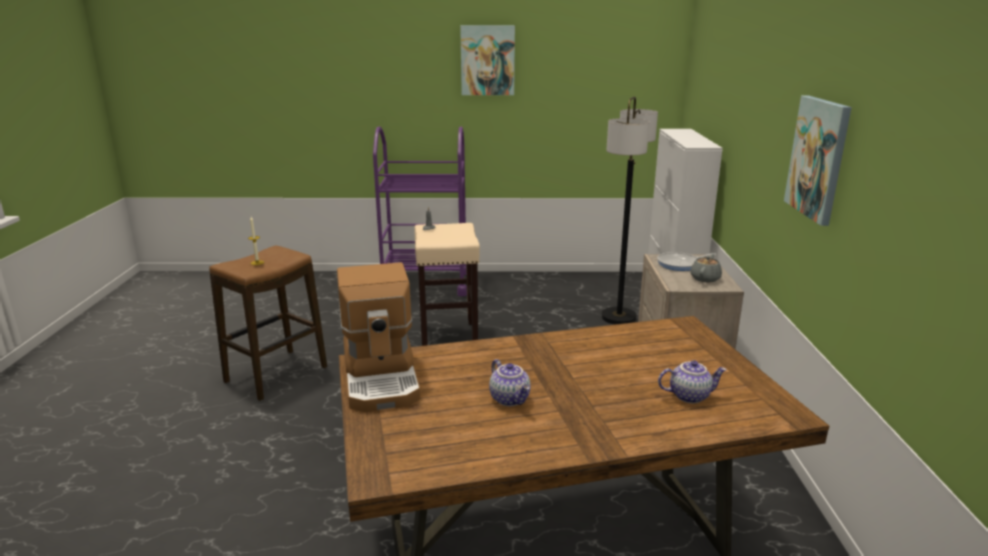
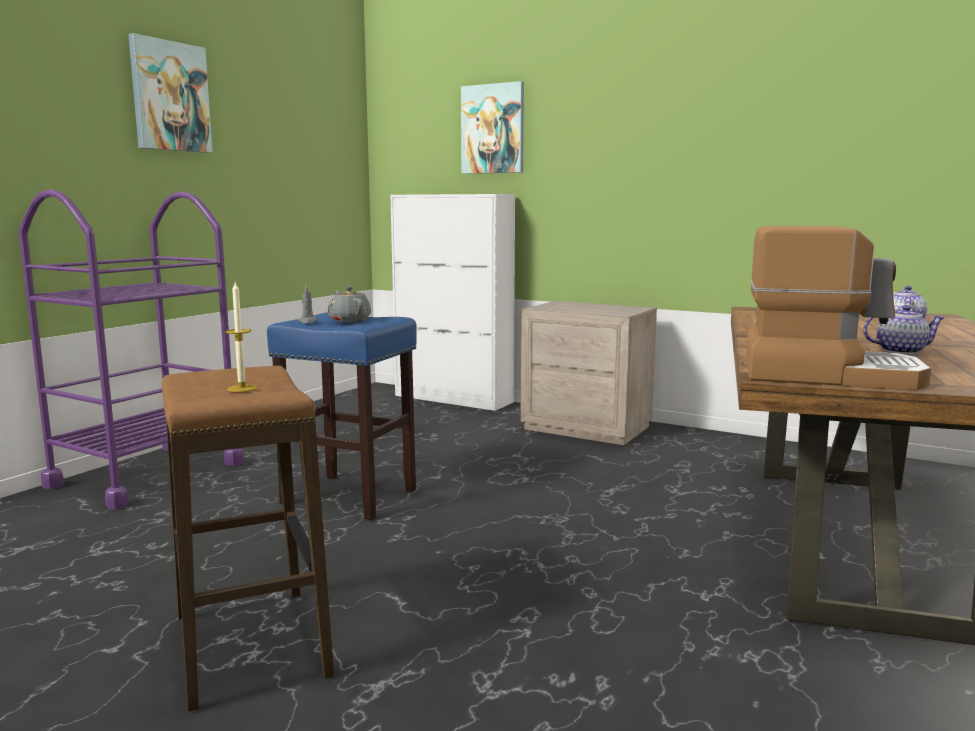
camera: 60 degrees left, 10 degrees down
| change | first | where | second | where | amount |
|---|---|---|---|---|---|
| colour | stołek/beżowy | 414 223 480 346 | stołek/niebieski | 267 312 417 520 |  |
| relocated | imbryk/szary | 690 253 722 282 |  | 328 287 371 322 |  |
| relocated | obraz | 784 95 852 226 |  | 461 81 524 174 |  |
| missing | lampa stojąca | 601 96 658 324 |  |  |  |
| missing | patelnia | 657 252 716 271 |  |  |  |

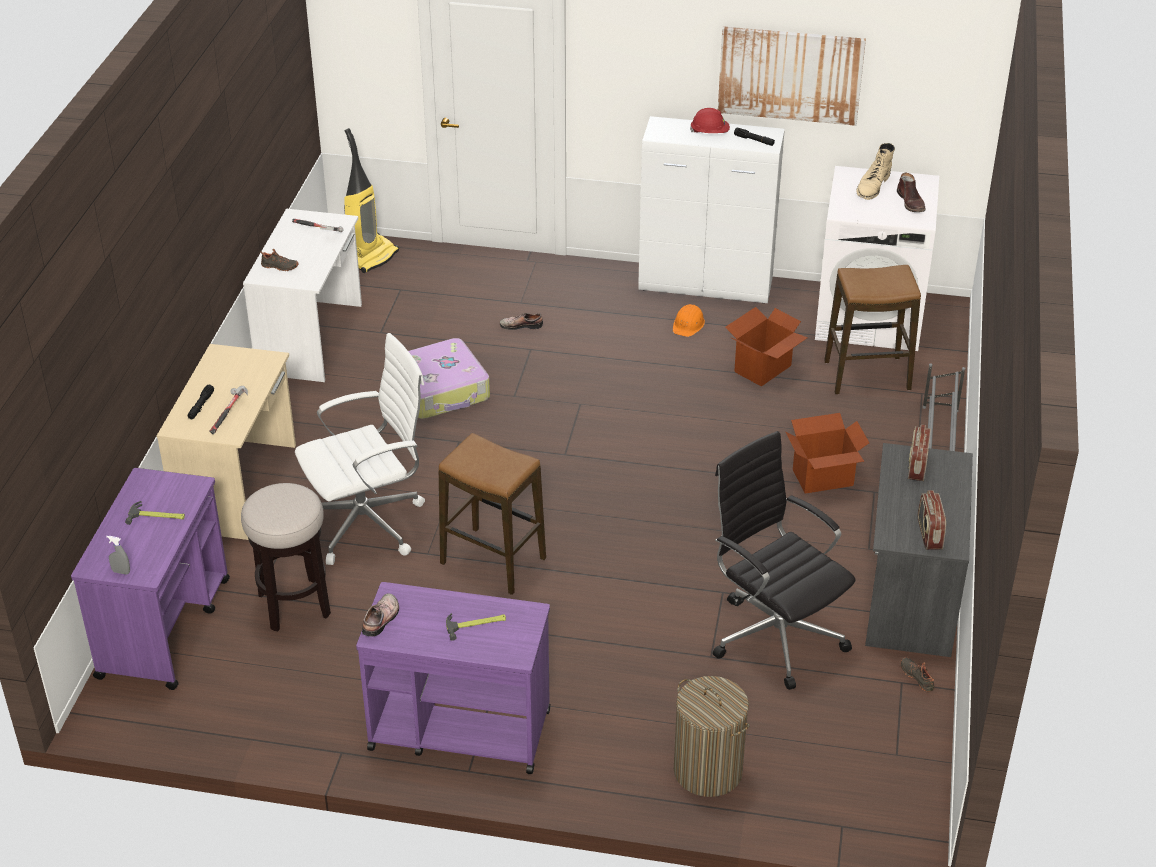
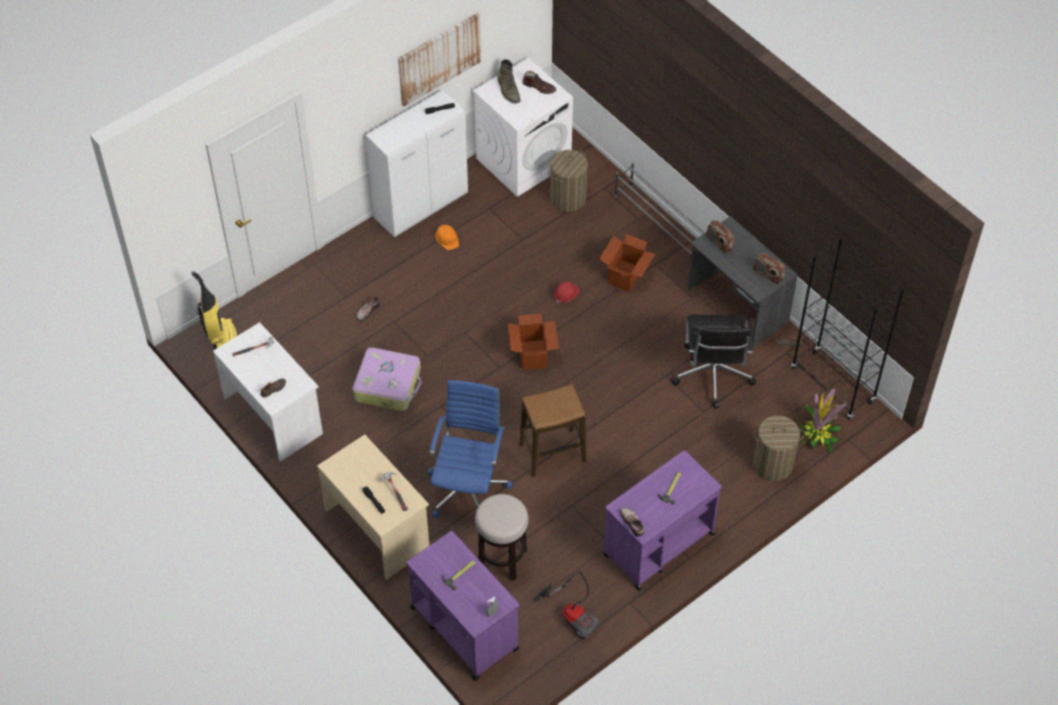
camera: 50 degrees left, 15 degrees up
| change | first | where | second | where | amount |
|---|---|---|---|---|---|
| colour | krzesło biurowe/biały | 295 333 425 565 | krzesło biurowe/niebieski | 427 380 513 518 |  |
| colour | but z cholewką/beżowy | 856 143 895 200 | but z cholewką/zielony | 497 59 521 104 |  |
| relocated | karton | 725 307 808 386 |  | 507 314 559 370 |  |
| appeared |  |  | odkurzacz | 533 571 600 640 |  |
| exchanged | stołek | 824 265 921 394 | kosz na pranie | 550 150 588 212 |  |
| relocated | kask/czerwony | 690 108 730 133 |  | 554 282 580 304 |  |
| spun | krzesło biurowe/czarny | 713 431 856 690 |  | 672 314 756 409 | 90 degrees counterclockwise |
| appeared |  |  | regał/czarny | 792 238 904 420 |  |
| appeared |  |  | roślina doniczkowa | 796 388 847 453 |  |

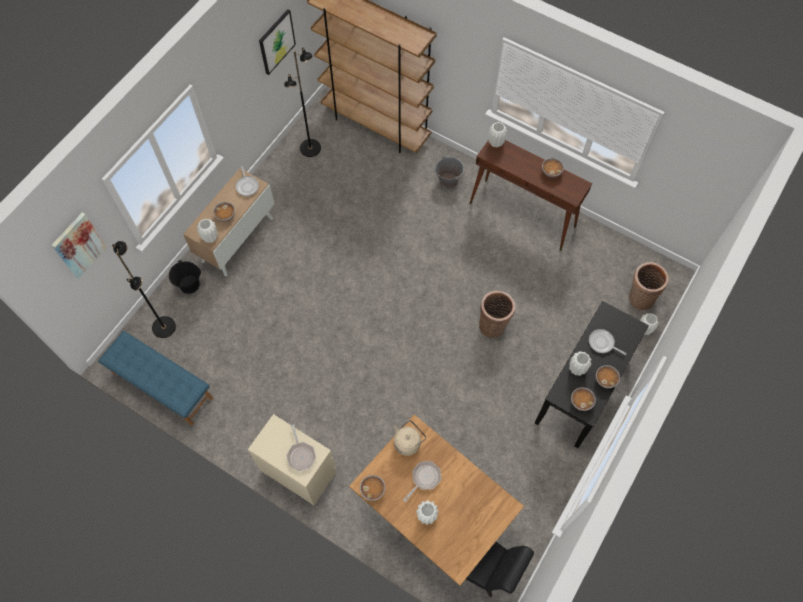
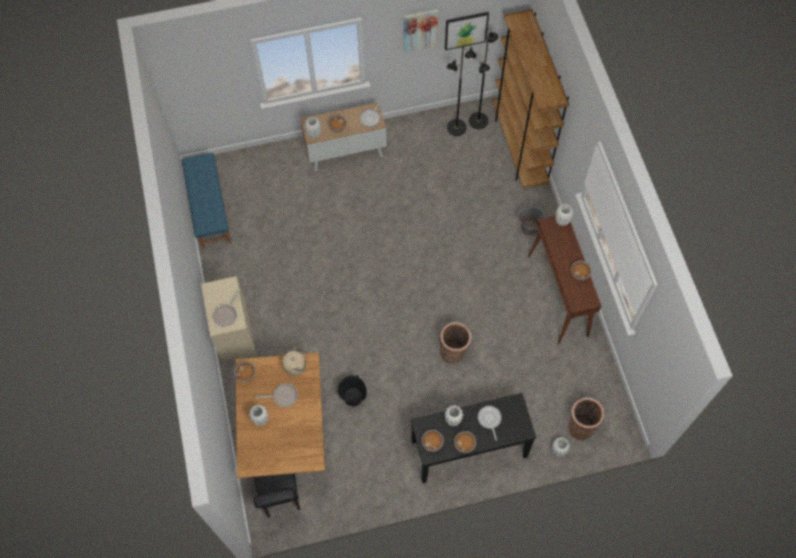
camera: 45 degrees right, 0 degrees up
| change | first | where | second | where | amount |
|---|---|---|---|---|---|
| relocated | wiadro/czarny | 169 260 201 294 |  | 337 375 367 406 |  |
| relocated | obraz | 51 212 107 279 |  | 404 9 438 53 |  |
| relocated | lampa stojąca/czarny | 112 241 176 338 |  | 469 31 498 129 |  |

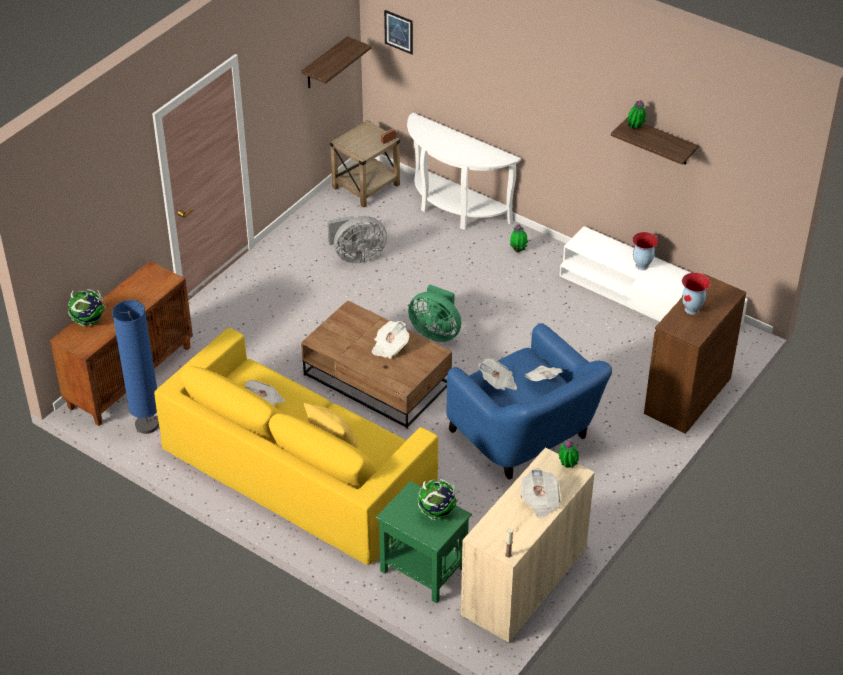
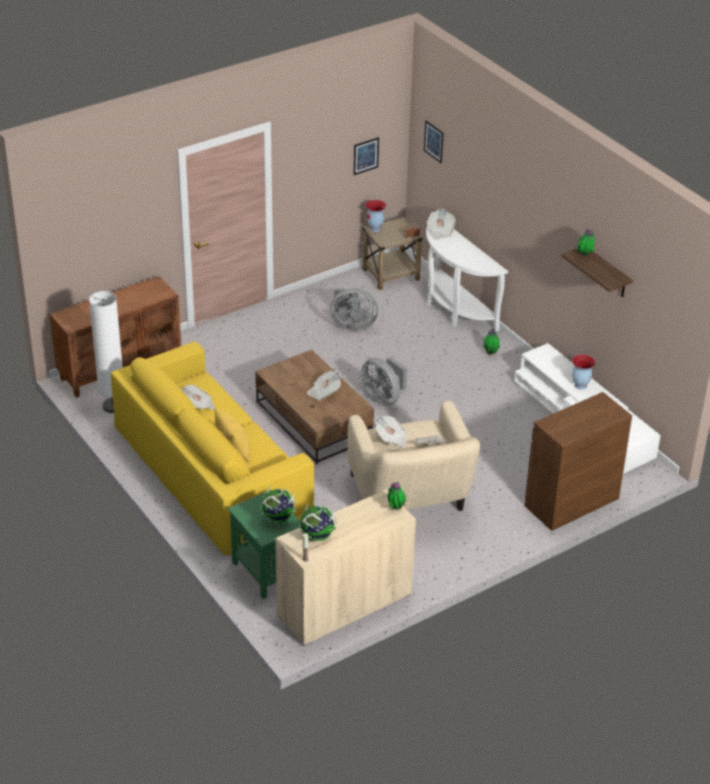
camera: 20 degrees right, 5 degrees down
| change | first | where | second | where | amount |
|---|---|---|---|---|---|
| colour | lampa stojąca/niebieski | 112 300 159 434 | lampa stojąca/biały | 89 291 123 413 |  |
| relocated | globus | 68 289 106 326 |  | 299 503 337 541 |  |
| colour | fotel/niebieski | 447 323 612 480 | fotel/beżowy | 348 401 480 511 |  |
| exchanged | półka | 301 36 371 88 | obraz | 353 137 379 175 |  |
| colour | wentylator/zielony | 408 285 461 342 | wentylator/szary | 361 356 407 406 |  |
| relocated | wazon | 682 273 710 315 |  | 365 200 386 232 |  |
| relocated | gazeta | 520 468 561 519 |  | 427 209 456 240 |  |

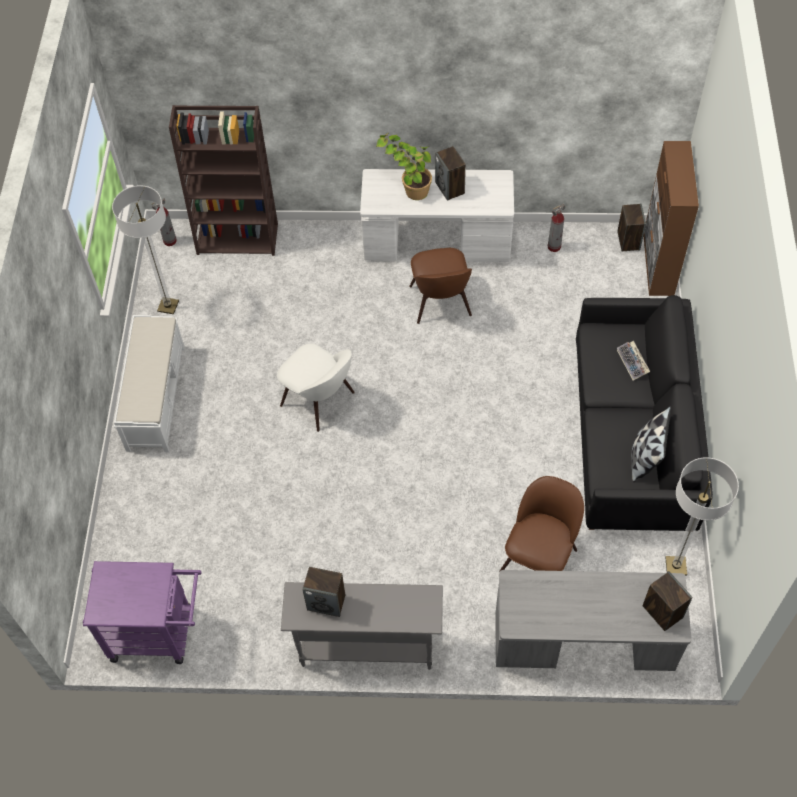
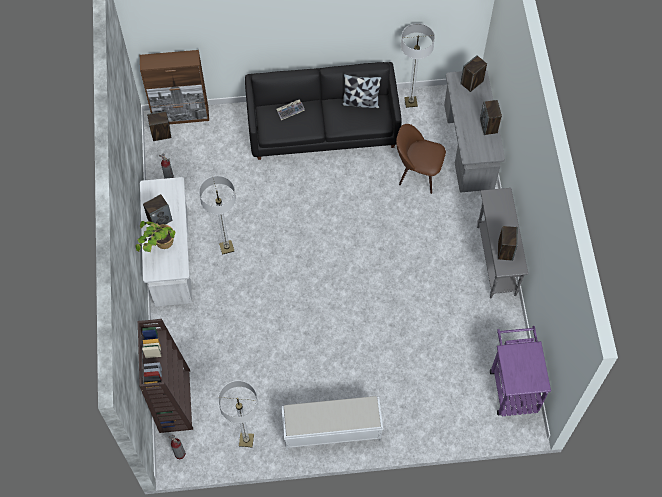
camera: 100 degrees left, 5 degrees up
| change | first | where | second | where | amount |
|---|---|---|---|---|---|
| exchanged | krzesło/brązowy | 409 248 472 324 | lampa stojąca | 199 176 236 255 |  |
| appeared |  |  | głośnik | 480 100 502 135 |  |
| missing | krzesło/biały | 277 343 355 432 |  |  |  |

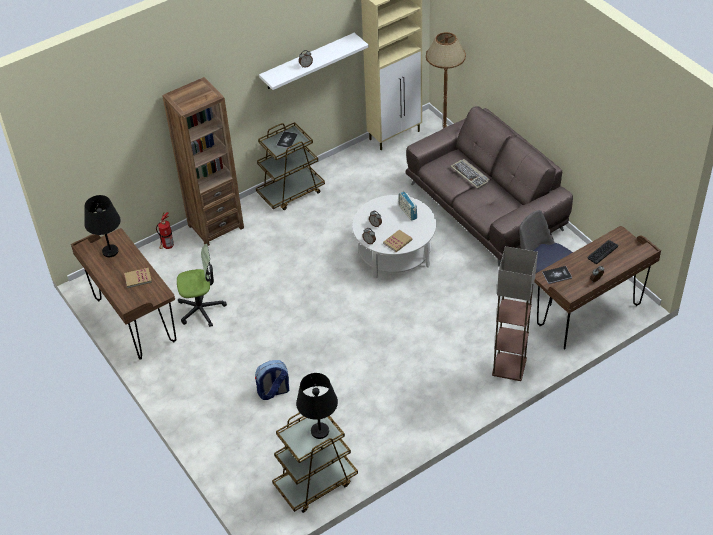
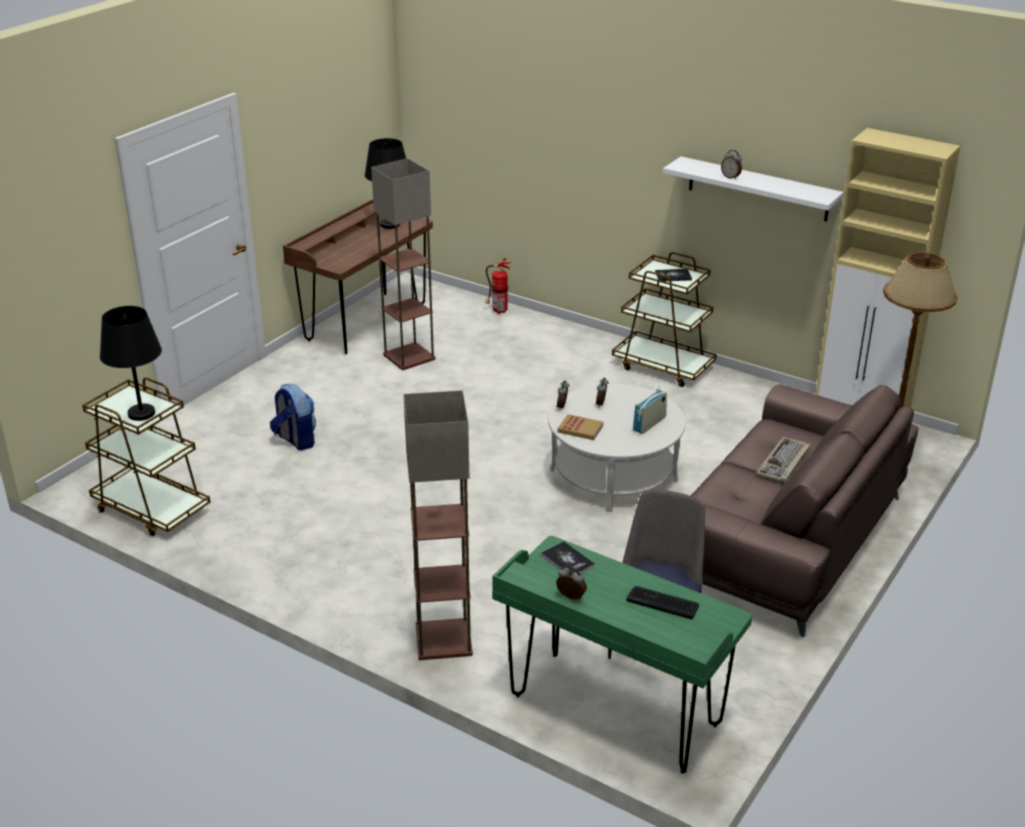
camera: 65 degrees right, 15 degrees down
| change | first | where | second | where | amount |
|---|---|---|---|---|---|
| exchanged | krzesło biurowe | 177 244 227 327 | lampa stojąca | 371 158 435 370 |  |
| colour | biurko/brązowy | 534 226 661 350 | biurko/zielony | 492 536 752 774 |  |
| missing | książka | 124 268 152 288 |  |  |  |
| missing | regał/brązowy | 162 77 244 246 |  |  |  |

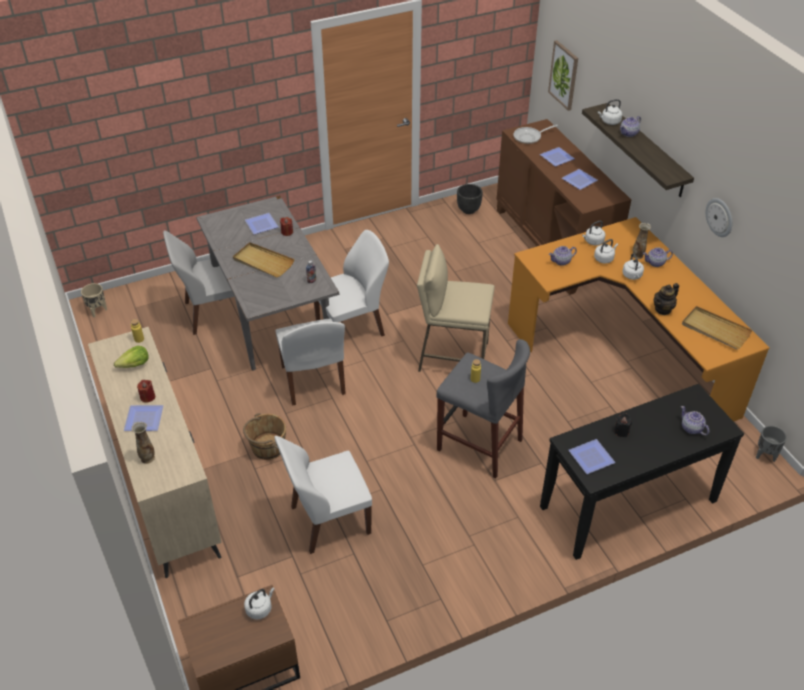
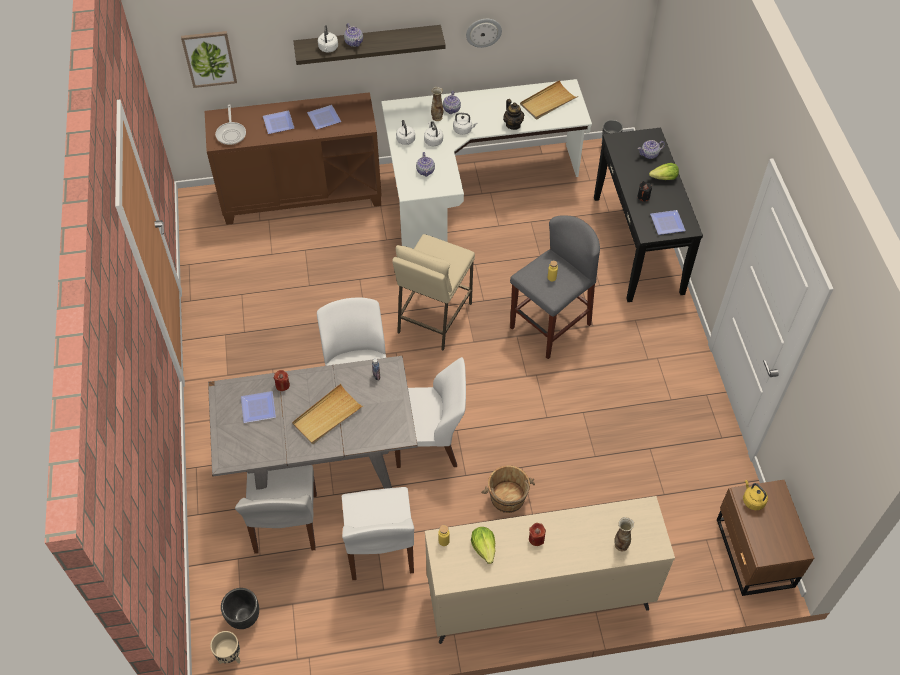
camera: 75 degrees left, 10 degrees up
| change | first | where | second | where | amount |
|---|---|---|---|---|---|
| relocated | donica/czarny | 457 184 483 214 |  | 221 588 259 629 |  |
| relocated | krzesło/biały | 274 436 372 554 |  | 342 487 414 580 |  |
| colour | biurko/pomarańczowy | 508 217 770 422 | biurko/biały | 381 79 592 249 |  |
| appeared |  |  | sałata | 649 163 679 180 |  |
| colour | czajnik/biały | 244 587 274 620 | czajnik/żółty | 743 480 768 510 |  |
| missing | talerz | 124 405 163 431 |  |  |  |

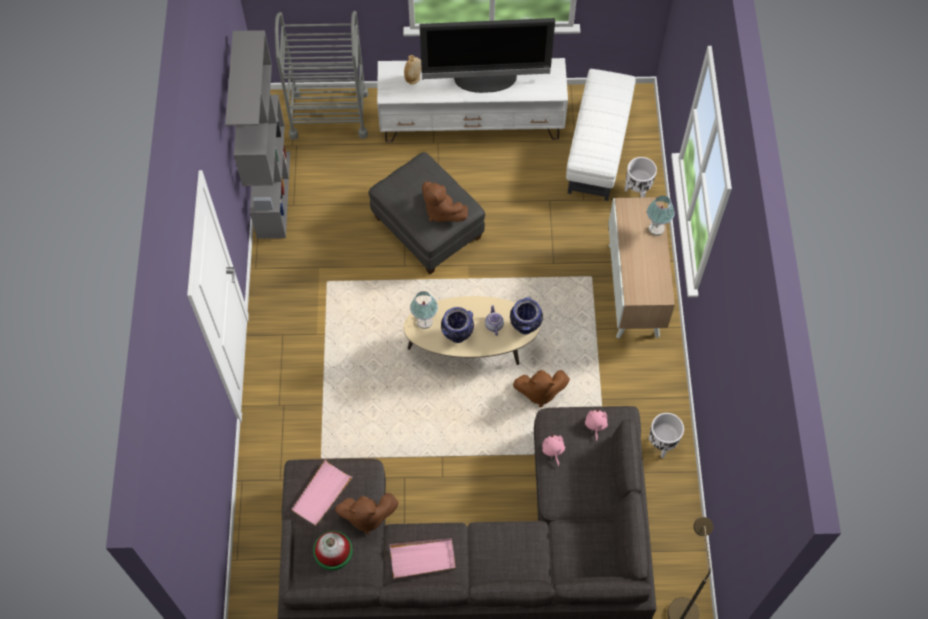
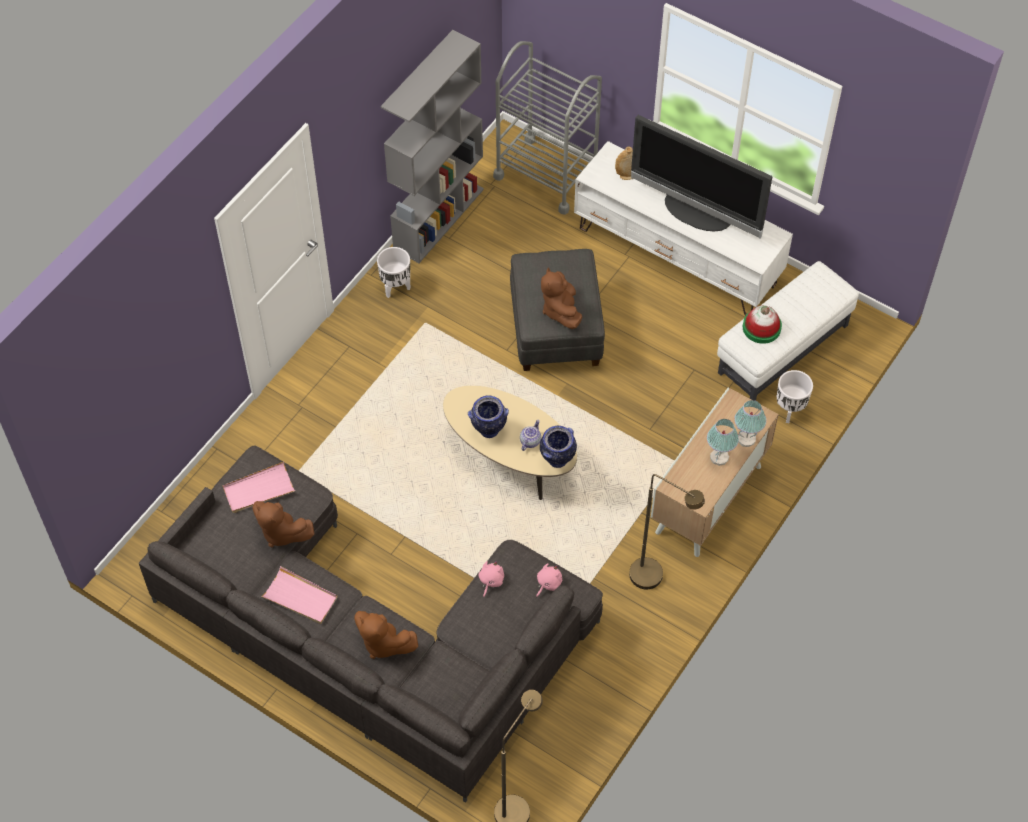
camera: 35 degrees right, 5 degrees down
| change | first | where | second | where | amount |
|---|---|---|---|---|---|
| relocated | pluszak/brązowy | 513 370 570 407 |  | 354 611 418 659 |  |
| relocated | donica/biały | 648 413 684 458 |  | 377 247 410 298 |  |
| appeared |  |  | lampa stojąca/brązowy | 629 474 705 590 |  |
| relocated | lampa stołowa | 410 291 438 329 |  | 707 419 739 466 |  |
| relocated | kapelusz | 313 531 353 570 |  | 743 305 782 344 |  |

